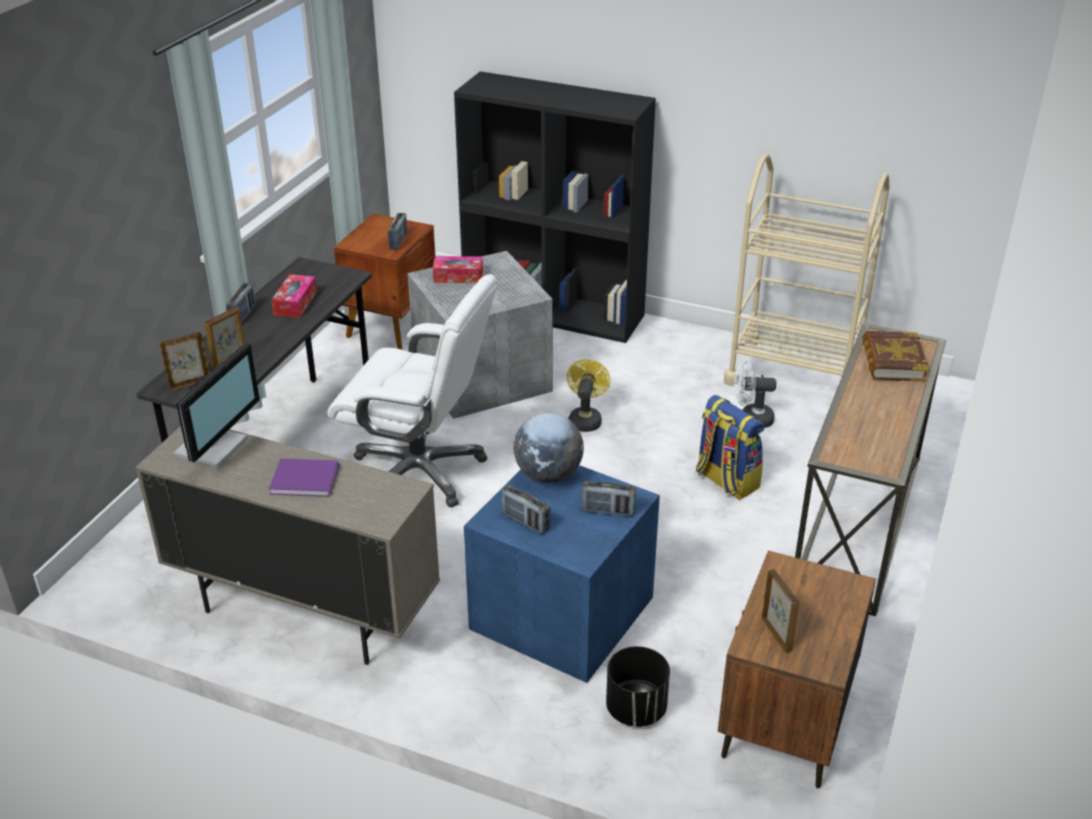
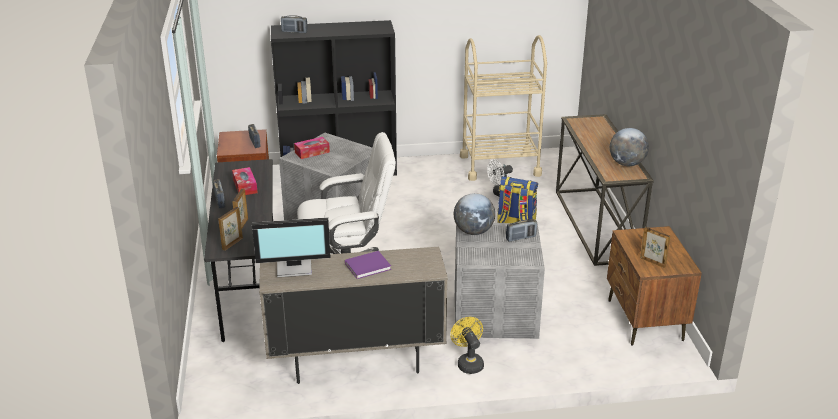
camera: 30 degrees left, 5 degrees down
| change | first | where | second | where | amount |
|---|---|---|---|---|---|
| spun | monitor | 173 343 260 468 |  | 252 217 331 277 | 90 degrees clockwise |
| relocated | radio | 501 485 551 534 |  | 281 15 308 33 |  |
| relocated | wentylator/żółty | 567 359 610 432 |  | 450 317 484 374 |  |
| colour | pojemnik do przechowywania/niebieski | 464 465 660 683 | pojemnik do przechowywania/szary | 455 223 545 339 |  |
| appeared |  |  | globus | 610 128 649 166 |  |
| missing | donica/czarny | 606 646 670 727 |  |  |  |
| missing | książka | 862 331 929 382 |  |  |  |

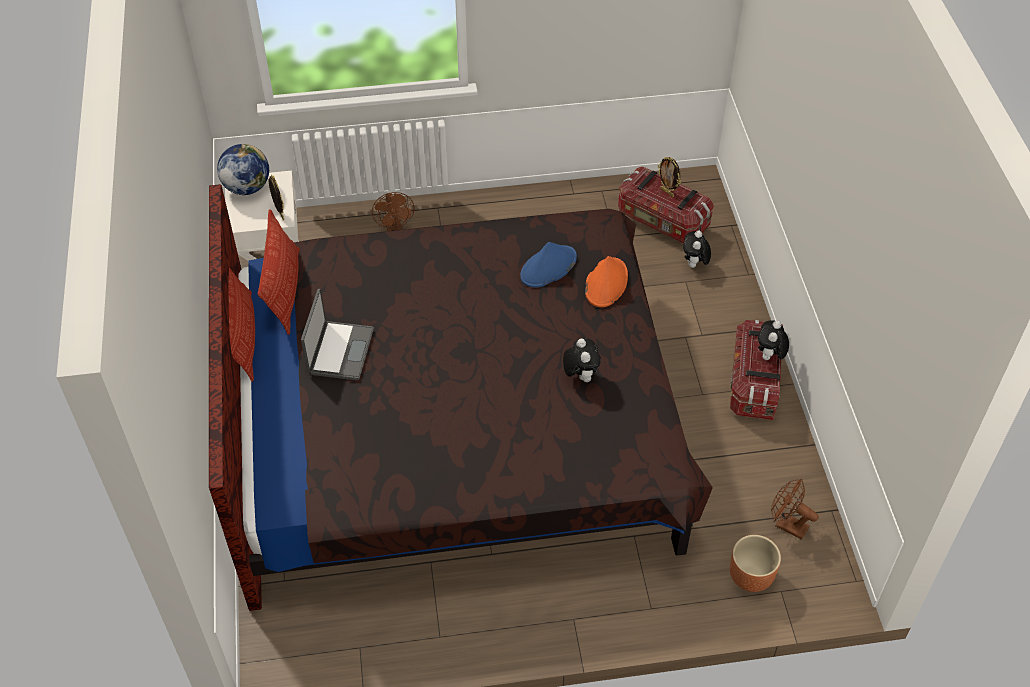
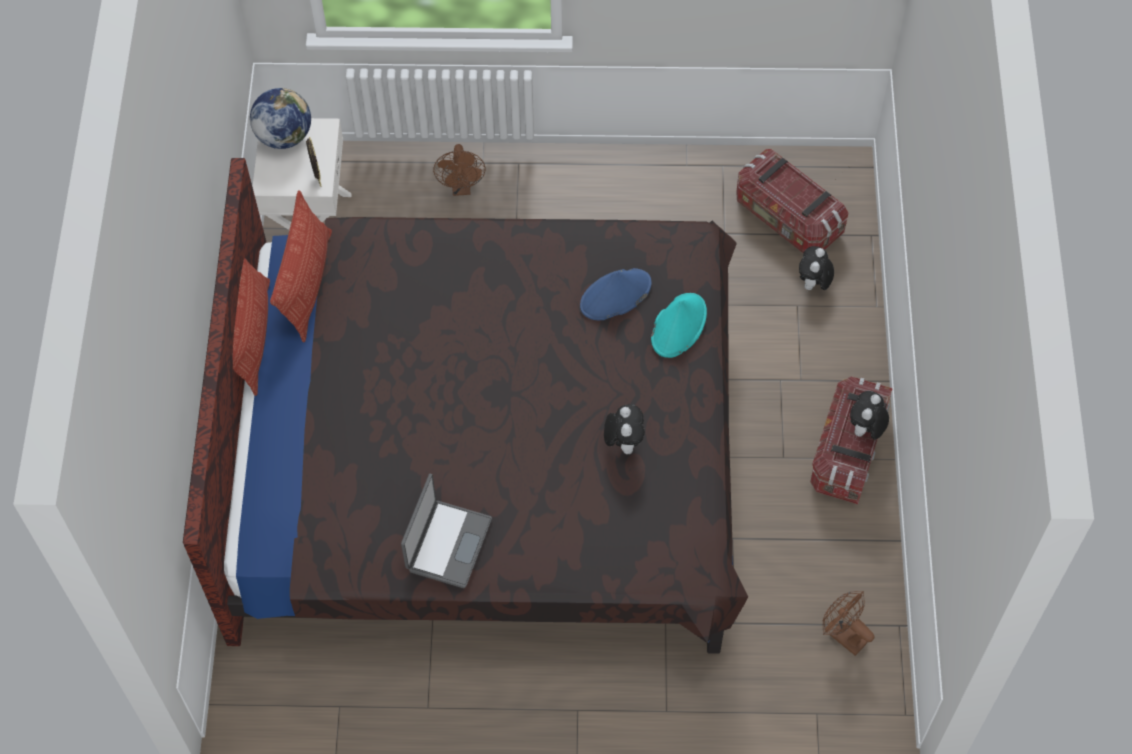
camera: 10 degrees right, 10 degrees up
| change | first | where | second | where | amount |
|---|---|---|---|---|---|
| relocated | laptop | 301 289 374 380 |  | 401 474 492 588 |  |
| colour | kapelusz/pomarańczowy | 585 256 628 307 | kapelusz/turkusowy | 651 293 707 358 |  |
| missing | ramka na zdjęcie | 658 157 681 197 |  |  |  |
| missing | donica/brązowy | 730 535 781 592 |  |  |  |

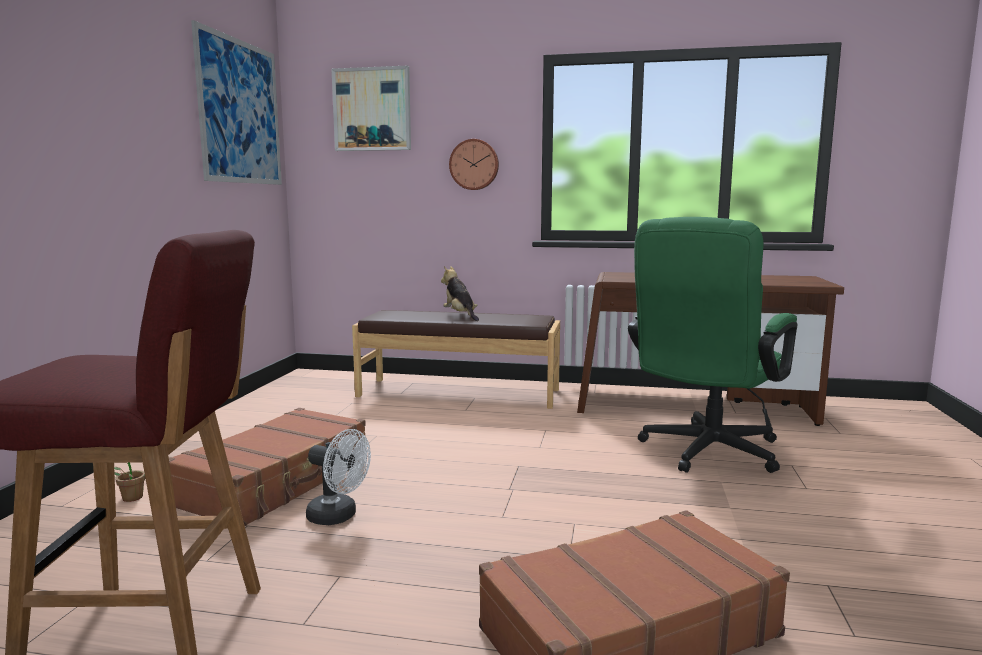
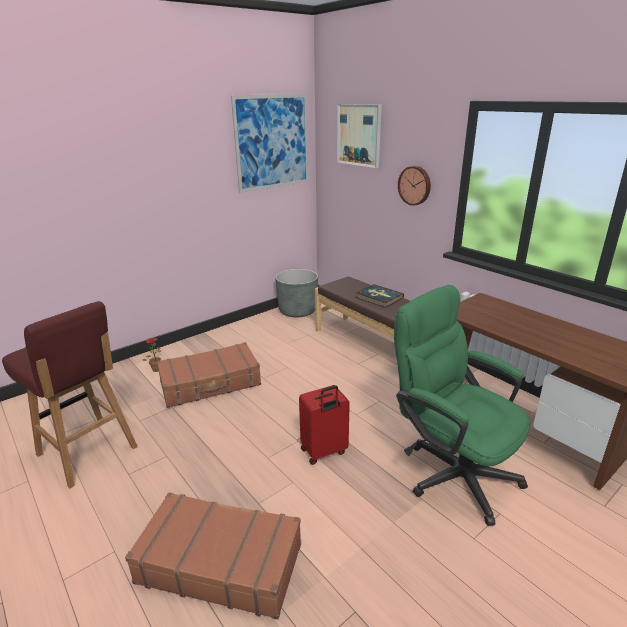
camera: 40 degrees right, 15 degrees up
| change | first | where | second | where | amount |
|---|---|---|---|---|---|
| appeared |  |  | donica/szary | 275 269 318 317 |  |
| appeared |  |  | walizka/czerwony | 299 385 350 465 |  |
| exchanged | pluszak | 441 266 479 321 | książka | 355 284 404 308 |  |
| spun | krzesło biurowe/zielony | 628 217 797 473 |  | 394 285 530 526 | 60 degrees clockwise |
| missing | wentylator/biały | 306 429 371 525 |  |  |  |

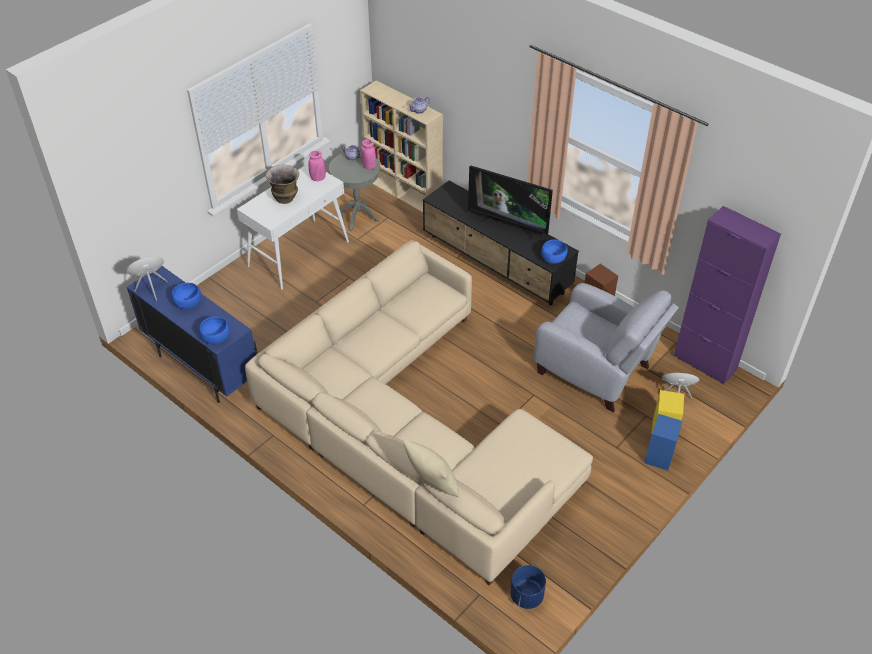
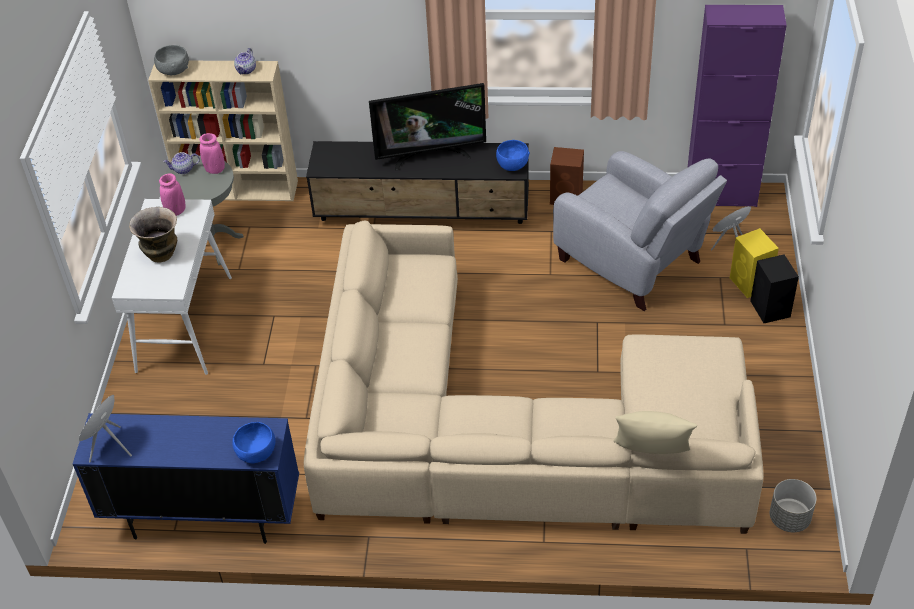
camera: 35 degrees left, 0 degrees up
| change | first | where | second | where | amount |
|---|---|---|---|---|---|
| appeared |  |  | miska/szary | 154 45 189 75 |  |
| spun | fotel/szary | 534 283 679 413 |  | 553 151 727 311 | 45 degrees clockwise |
| colour | głośnik/niebieski | 645 414 682 471 | głośnik/czarny | 750 254 799 323 |  |
| colour | donica/niebieski | 511 565 546 609 | donica/szary | 770 479 817 532 |  |
| missing | miska/niebieski | 172 283 201 309 |  |  |  |

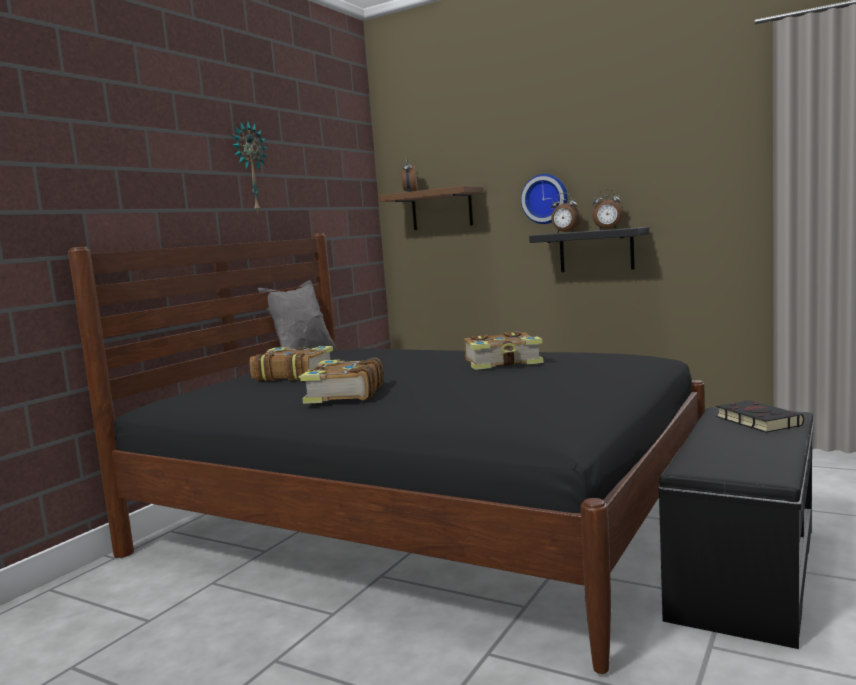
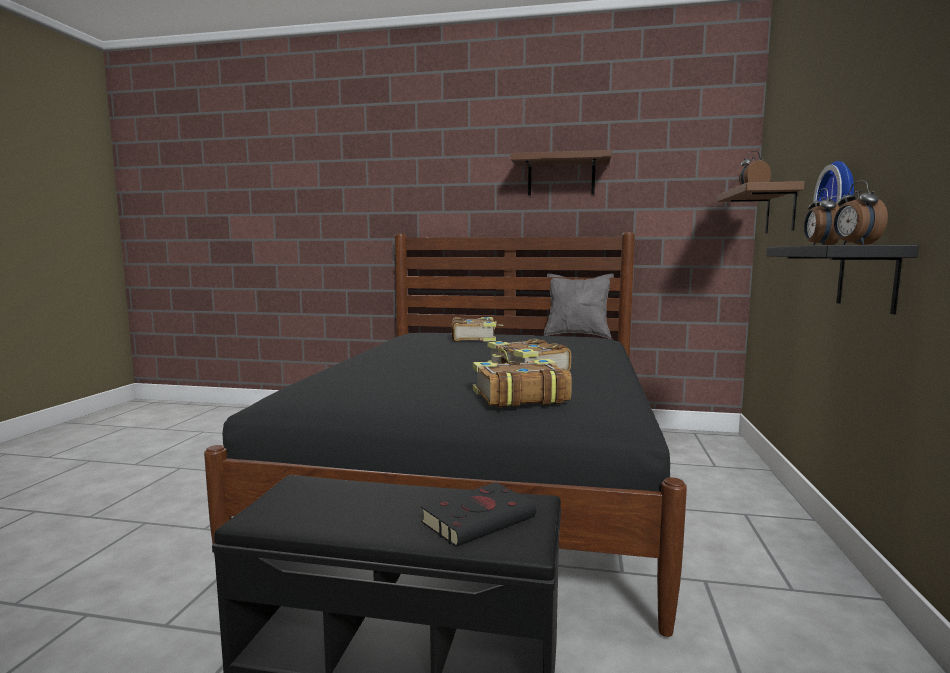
camera: 70 degrees right, 0 degrees up
| change | first | where | second | where | amount |
|---|---|---|---|---|---|
| relocated | książka | 299 358 383 404 |  | 473 359 572 408 |  |
| exchanged | zegar ścienny | 232 121 268 214 | półka/brązowy | 511 150 611 196 |  |

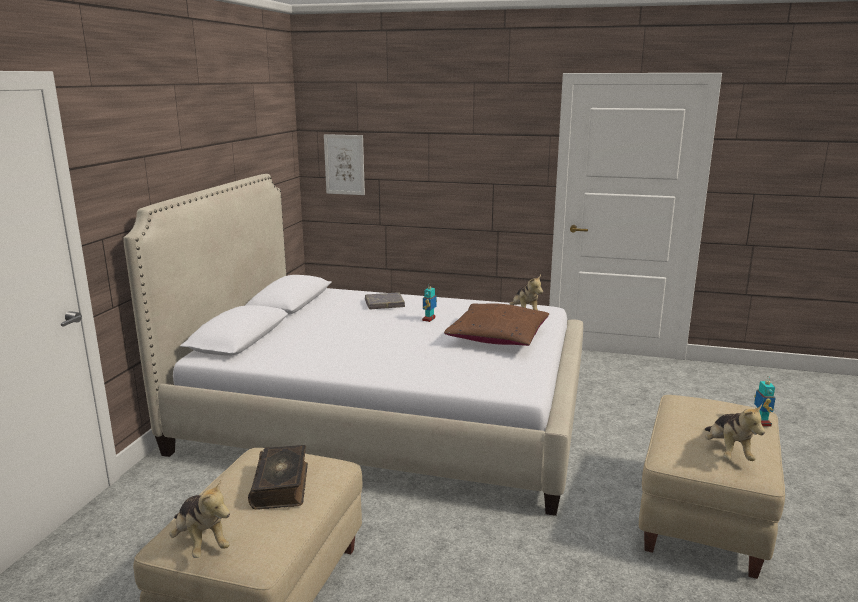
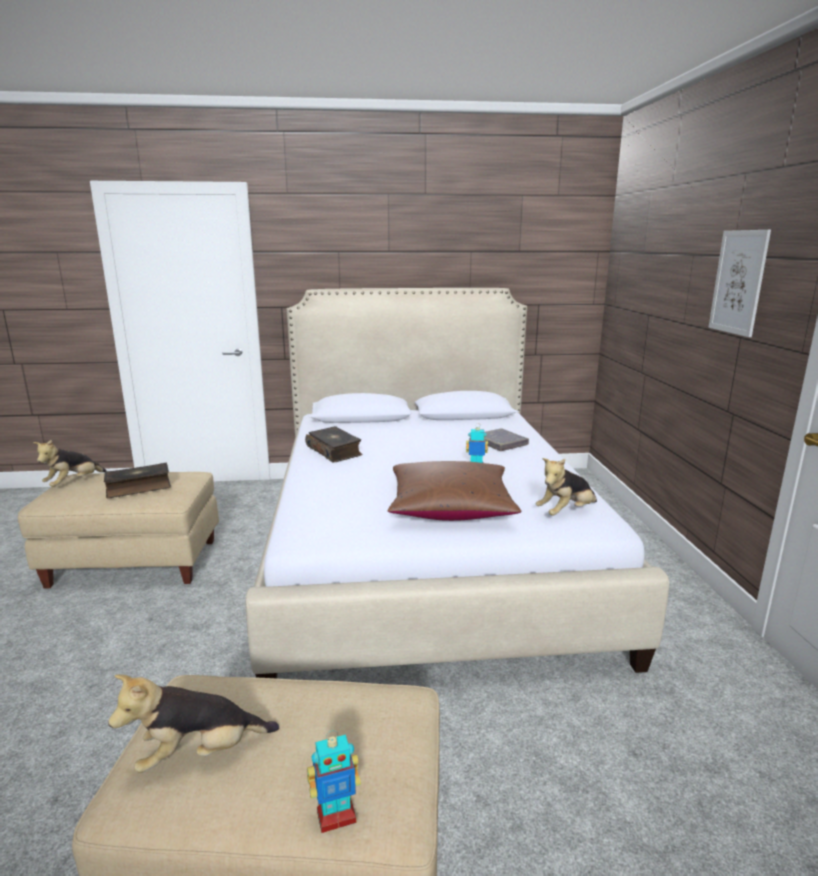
camera: 70 degrees right, 0 degrees up
| change | first | where | second | where | amount |
|---|---|---|---|---|---|
| appeared |  |  | książka | 305 426 363 463 |  |
| relocated | obraz | 324 134 365 195 |  | 708 230 771 337 |  |

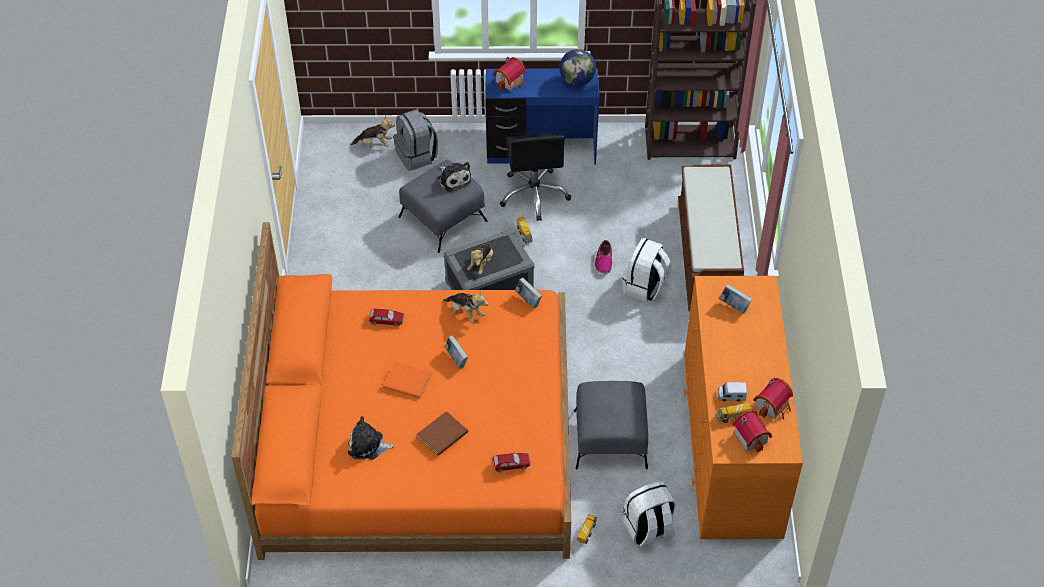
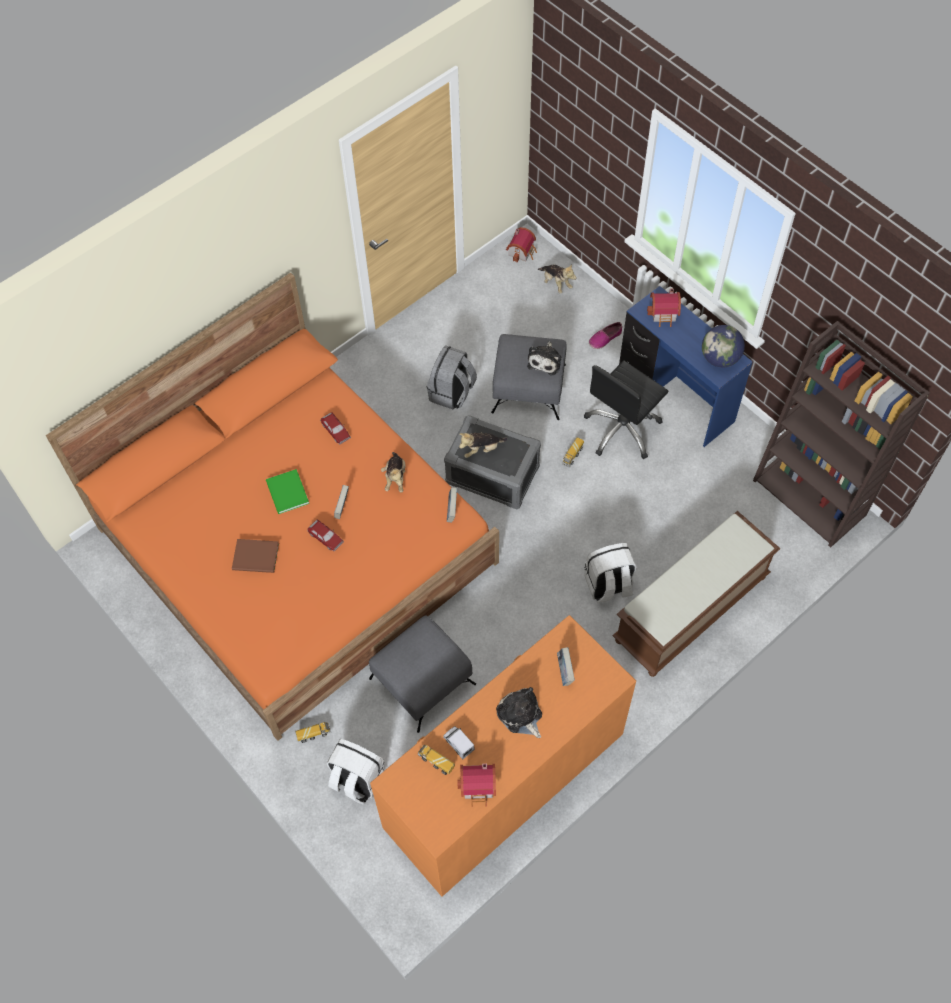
camera: 50 degrees right, 10 degrees up
| change | first | where | second | where | amount |
|---|---|---|---|---|---|
| colour | książka/pomarańczowy | 383 362 432 399 | książka/zielony | 266 469 309 514 |  |
| relocated | samochodzik | 492 452 531 472 |  | 307 520 344 551 |  |
| relocated | plecak/szary | 393 110 438 171 |  | 427 345 477 410 |  |
| relocated | pluszak | 348 416 395 460 |  | 496 687 542 738 |  |
| relocated | domek | 732 410 772 453 |  | 506 227 537 263 |  |
| relocated | but | 595 240 612 274 |  | 589 322 622 349 |  |

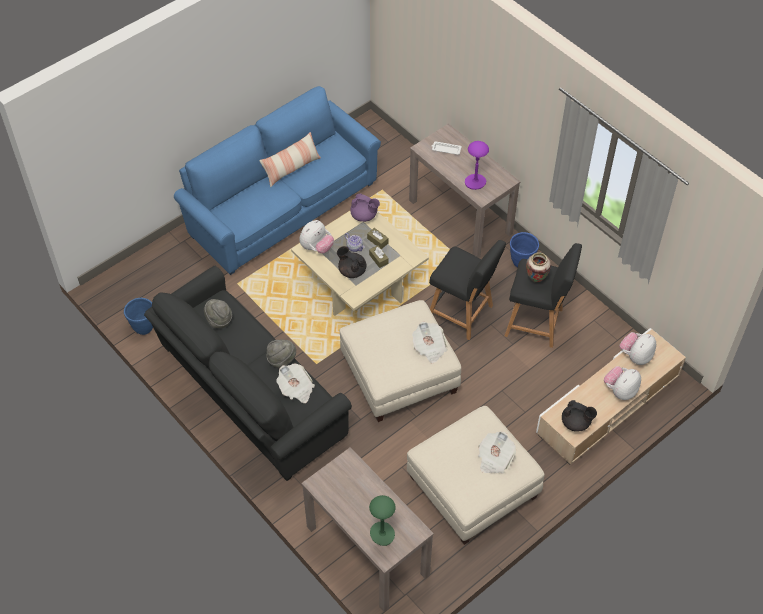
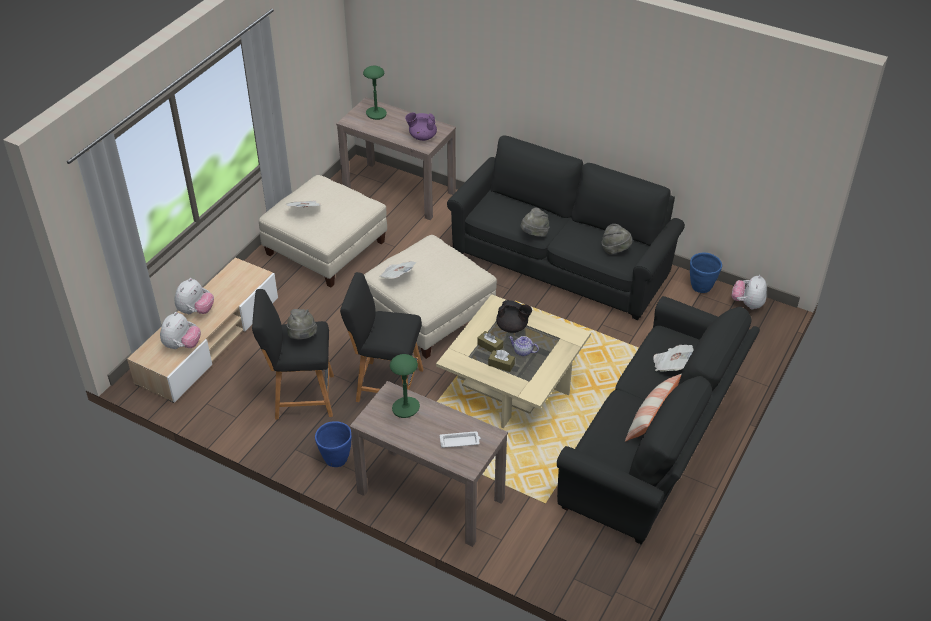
camera: 160 degrees right, 10 degrees down
| change | first | where | second | where | amount |
|---|---|---|---|---|---|
| exchanged | wazon | 526 252 551 283 | kapelusz/szary | 286 309 317 339 |  |
| colour | lampa stołowa/fioletowy | 465 141 489 190 | lampa stołowa/zielony | 390 354 420 418 |  |
| relocated | imbryk/fioletowy | 350 193 380 222 |  | 405 112 437 141 |  |
| colour | kanapa/niebieski | 174 86 381 275 | kanapa/czarny | 557 296 760 545 |  |
| relocated | gazeta | 277 364 315 403 |  | 653 345 694 372 |  |
| relocated | pluszak | 299 220 334 254 |  | 732 275 767 310 |  |
| missing | imbryk/czarny | 562 400 597 432 |  |  |  |

